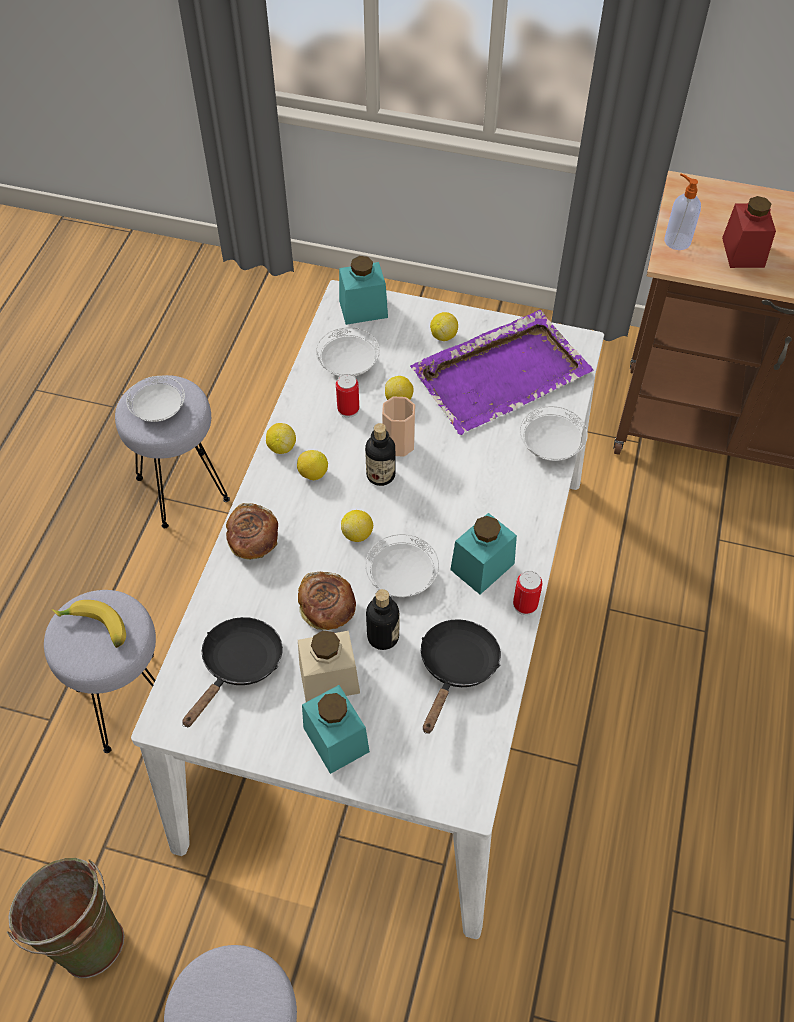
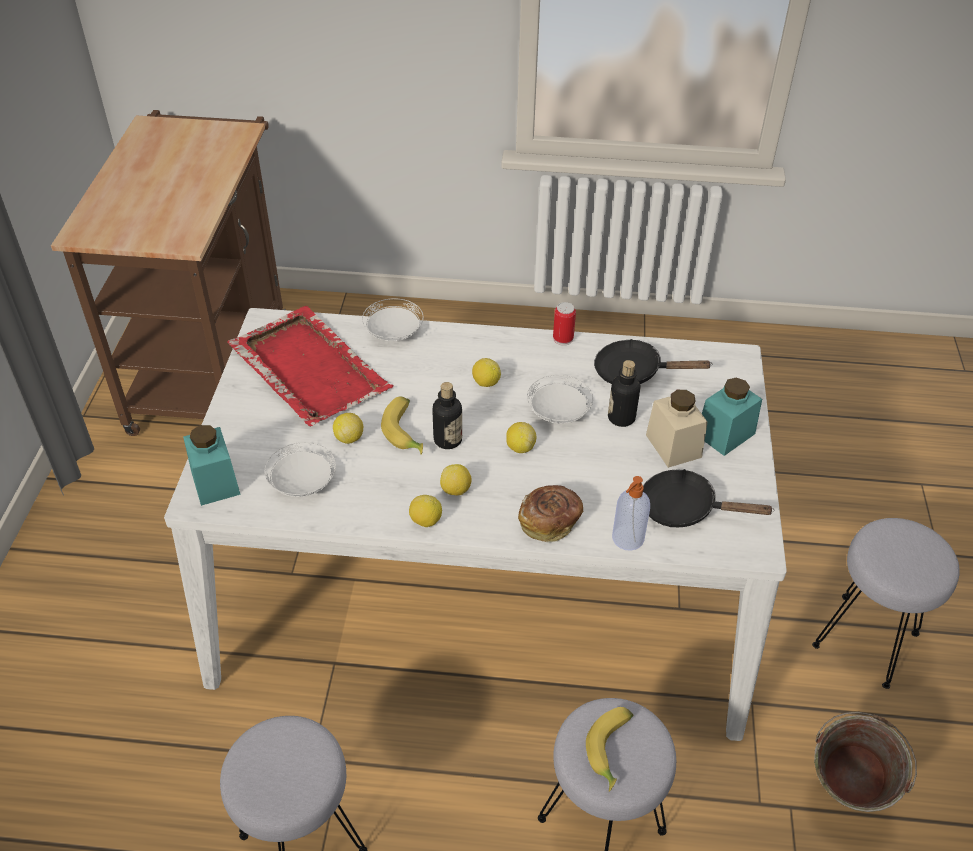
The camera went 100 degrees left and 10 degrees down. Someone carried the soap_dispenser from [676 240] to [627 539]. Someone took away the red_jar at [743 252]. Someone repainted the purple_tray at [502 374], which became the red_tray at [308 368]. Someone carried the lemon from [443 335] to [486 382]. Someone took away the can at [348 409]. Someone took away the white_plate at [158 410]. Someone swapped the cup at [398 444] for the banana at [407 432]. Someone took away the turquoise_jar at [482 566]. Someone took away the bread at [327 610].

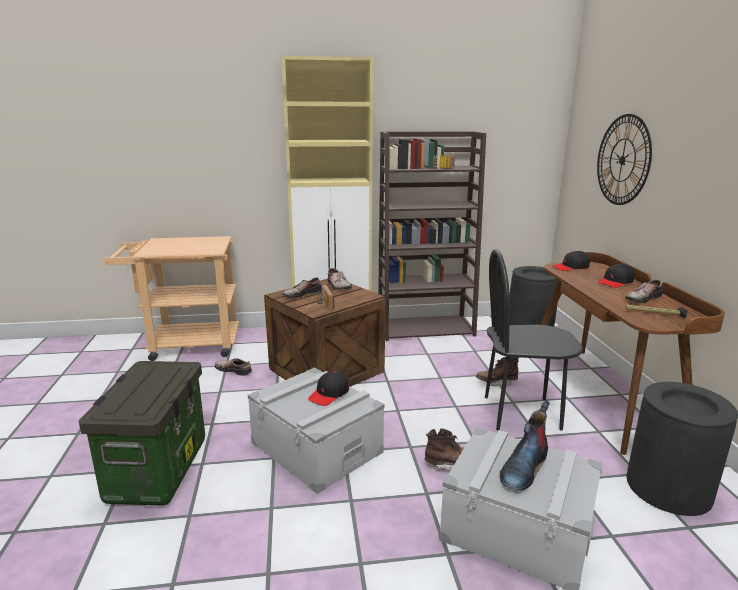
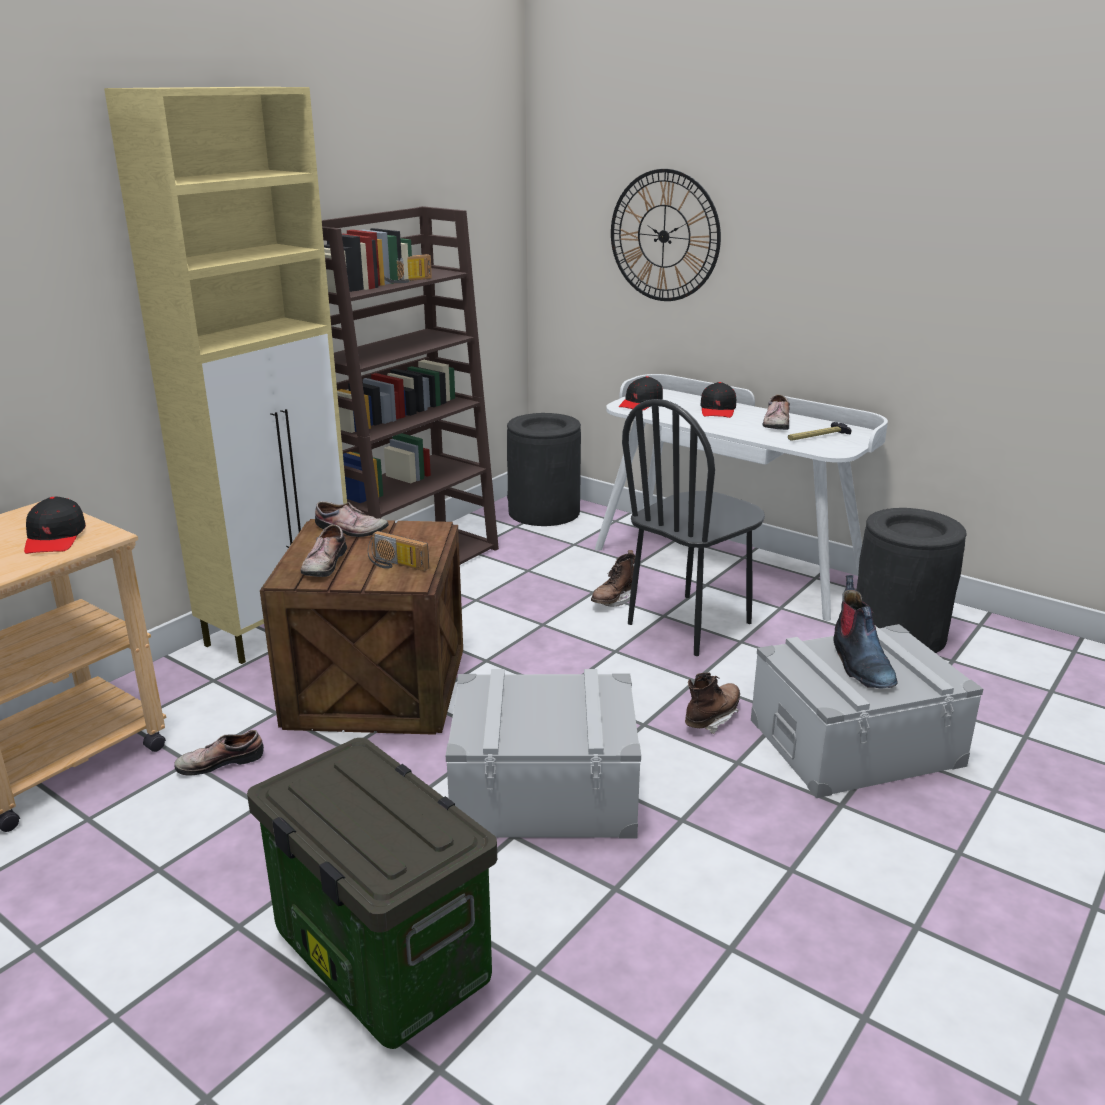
The camera went 45 degrees left and 5 degrees up. Someone repainted the brown_desk at [601 394], which became the white_desk at [727 565]. Someone carried the black_cap from [329 394] to [55 538].

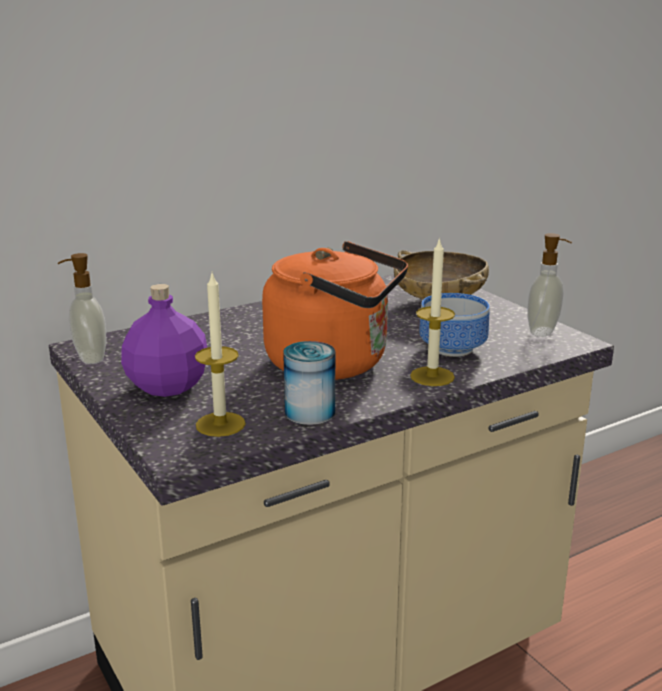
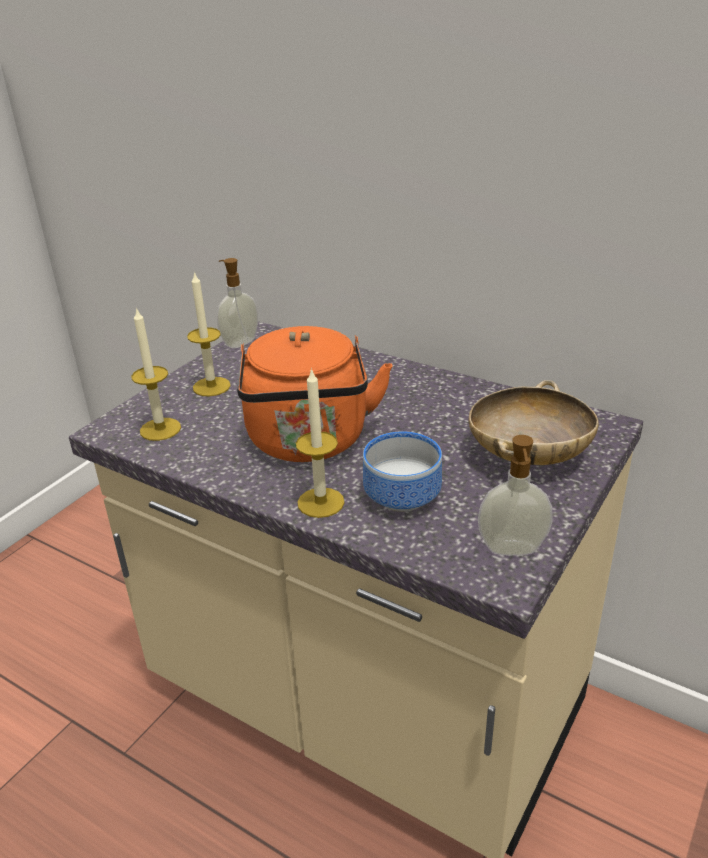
The camera went 65 degrees right and 10 degrees up. Someone swapped the purple_bottle at [166 386] for the candle at [211 386]. Someone took away the can at [310 412].

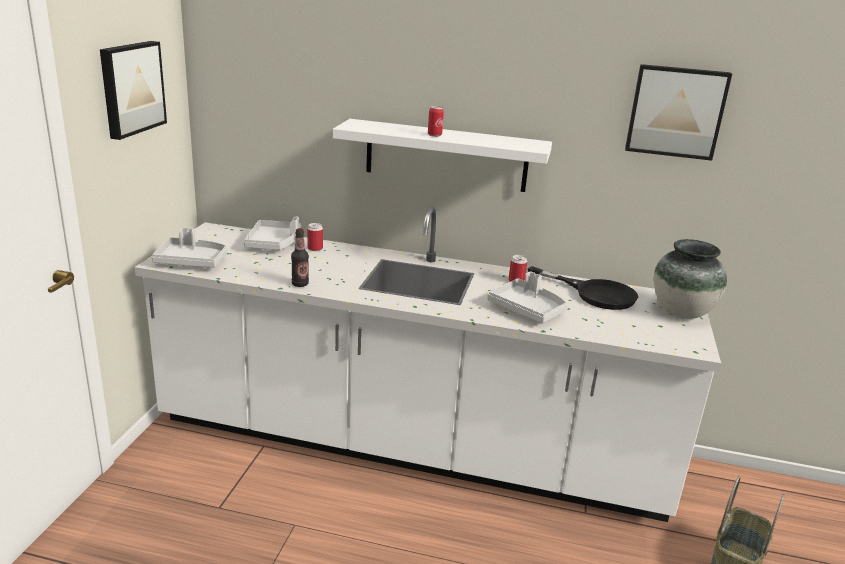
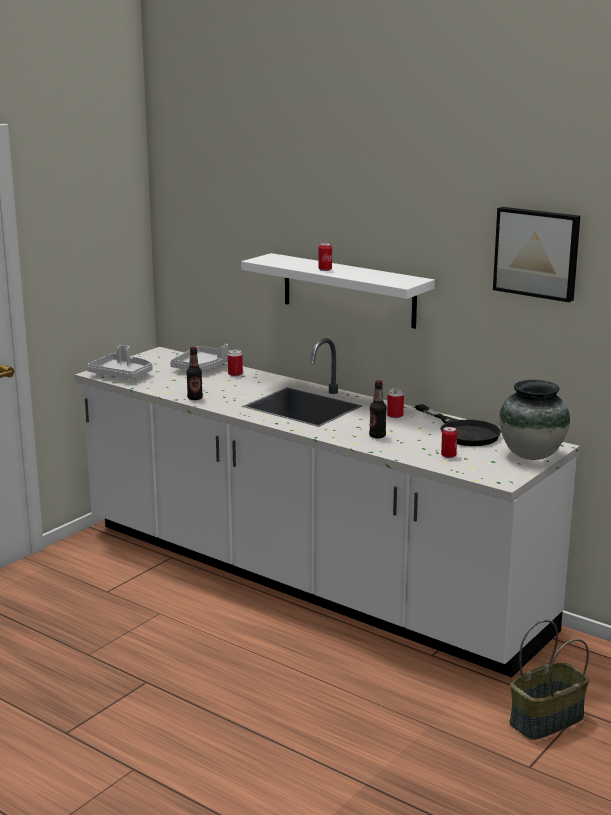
The camera went 25 degrees right and 5 degrees down. Someone took away the picture at [131 88]. Someone swapped the grey_tray at [527 309] for the bottle at [377 436]. Someone put down the can at [448 456].

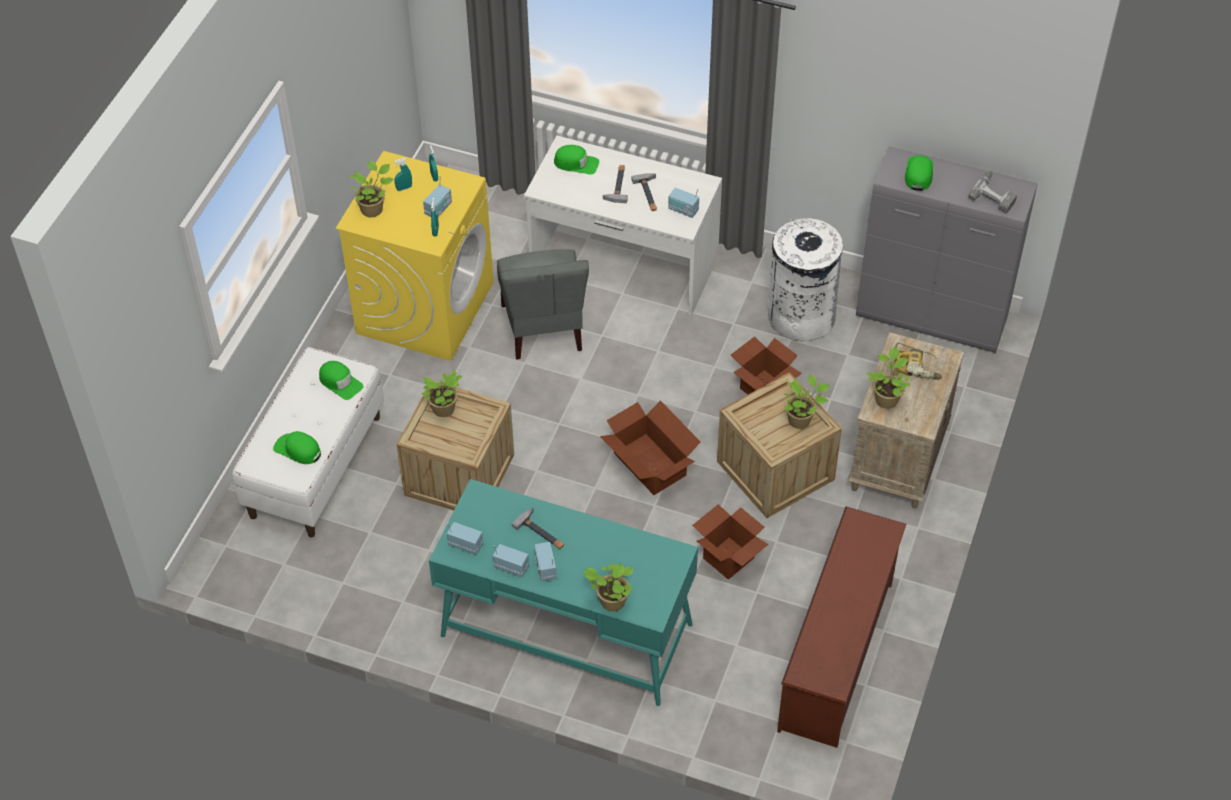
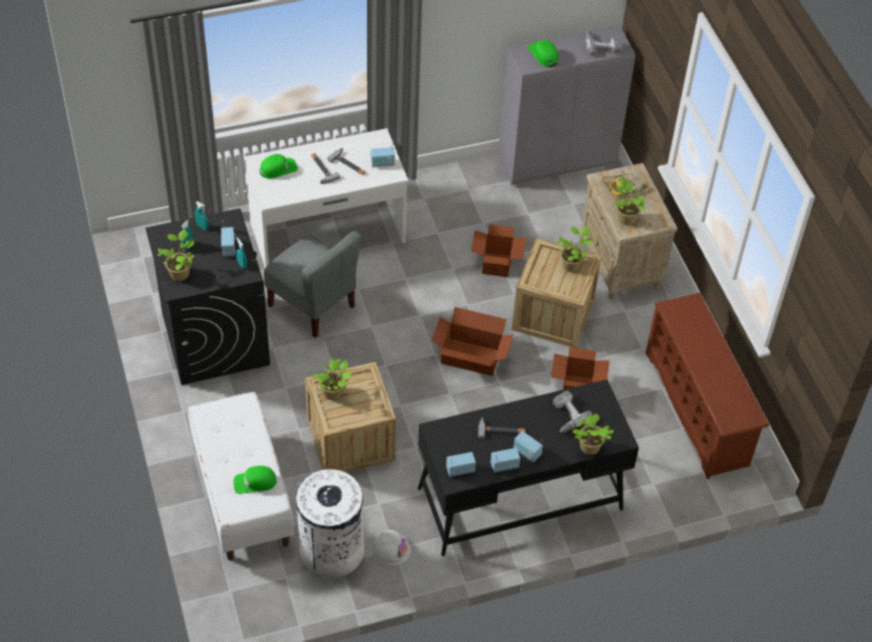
The camera went 40 degrees left and 0 degrees up. Someone repainted the yellow_washing_machine at [425 307], which became the black_washing_machine at [214 338]. Someone carried the white_trash_can from [800 316] to [331 551]. Someone took away the green_cap at [340 382]. Someone repainted the turquoise_desk at [566 629], which became the black_desk at [519 498]. Someone put down the power_drill at [566 415]. Someone put down the white_hard_hat at [391 549].

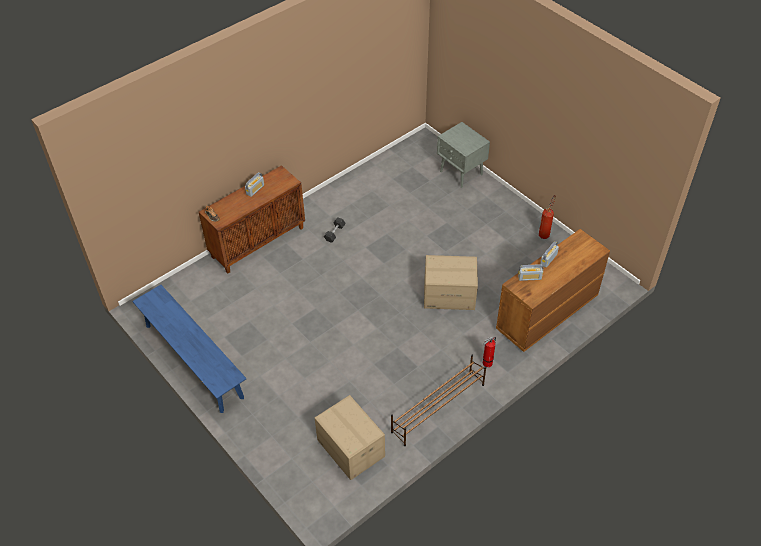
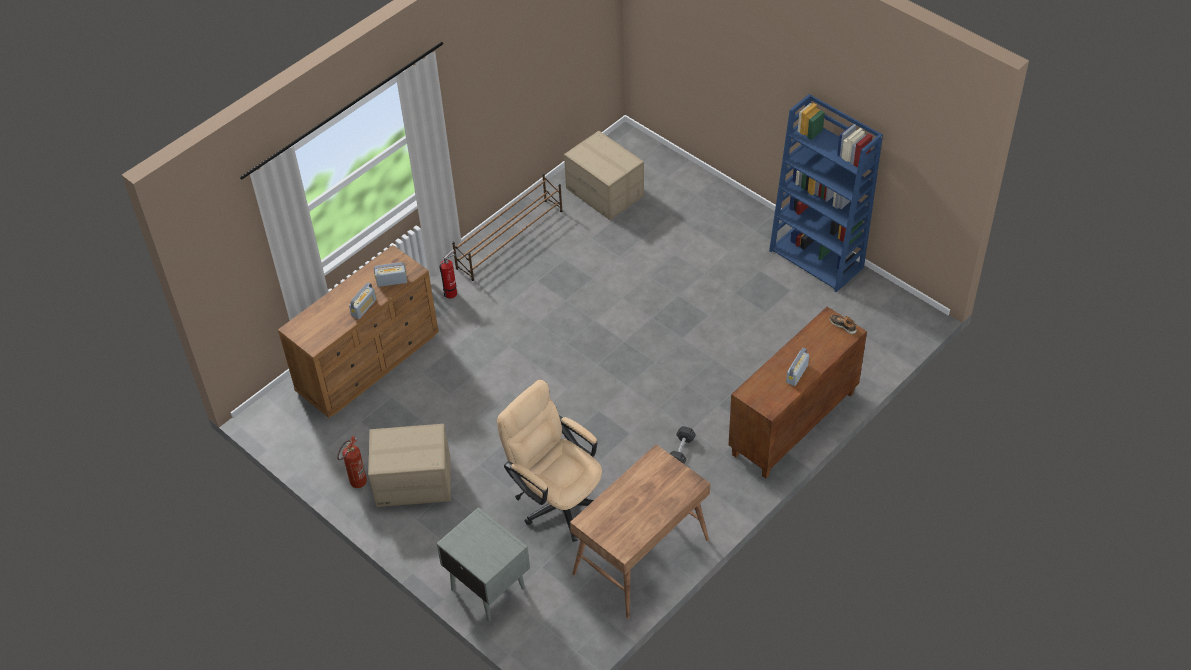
The camera went 175 degrees right and 0 degrees up. Someone carried the cardboard_box from [449 294] to [413 482]. Someone swapped the blue_bench at [193 361] for the blue_bookcase at [817 259]. Someone put down the beige_office_chair at [557 500]. Someone put down the brown_desk at [641 558].

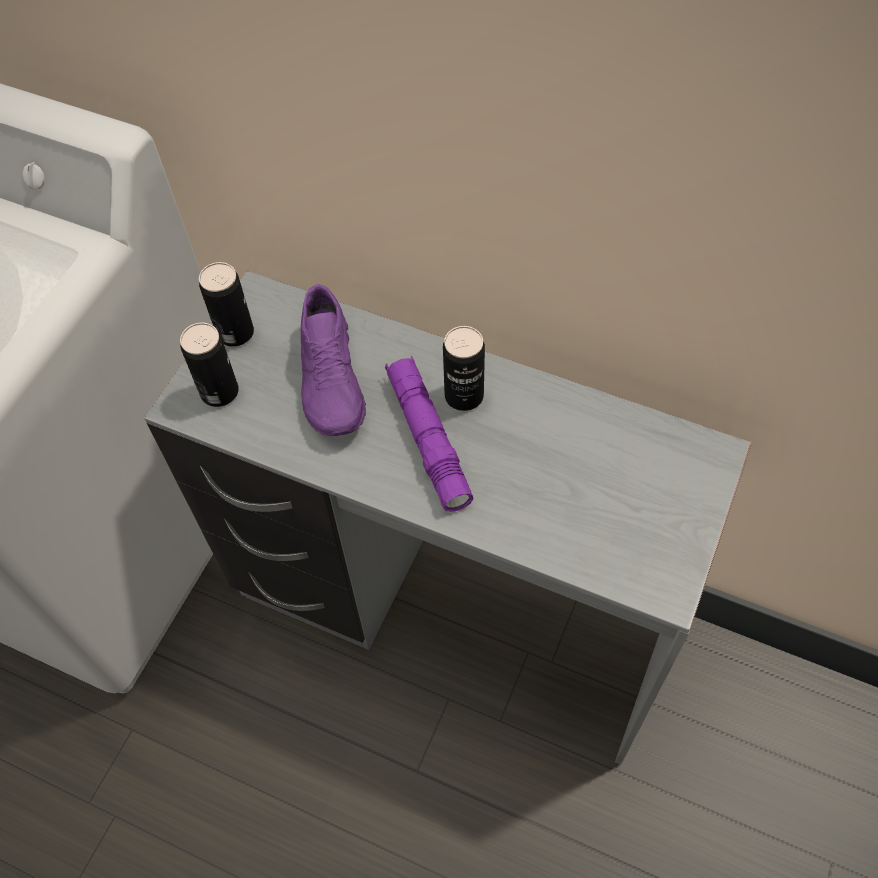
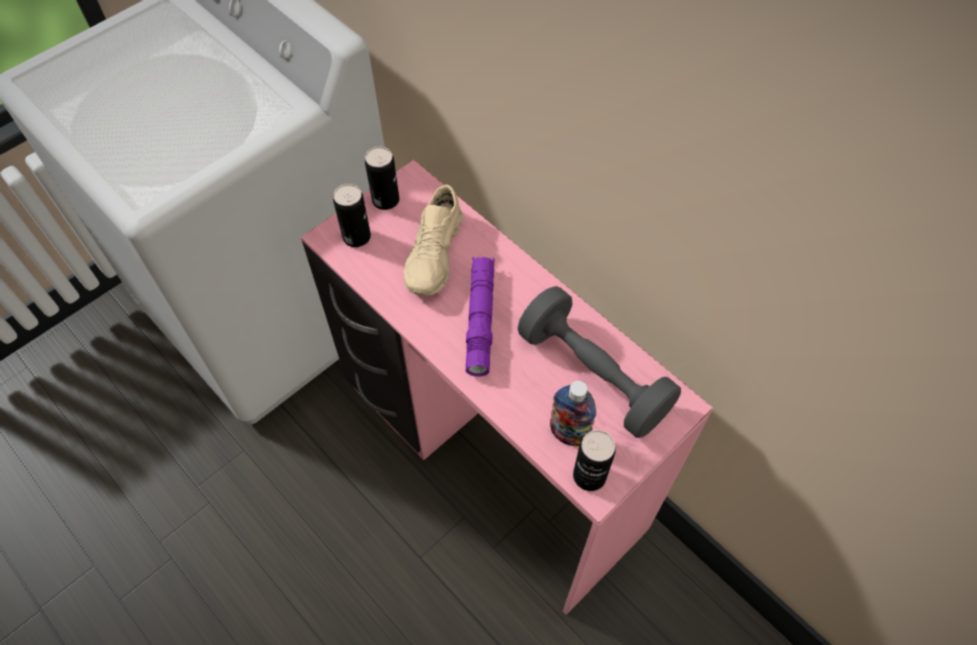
The camera went 20 degrees right and 0 degrees up. Someone repainted the grey_desk at [450 615], which became the pink_desk at [491 459]. Someone repainted the purple_shoe at [332 379], which became the beige_shoe at [435 255]. Someone carried the can from [464 395] to [589 475]. Someone put down the grey_dumbbell at [593 375]. Someone put down the bottle at [569 433].

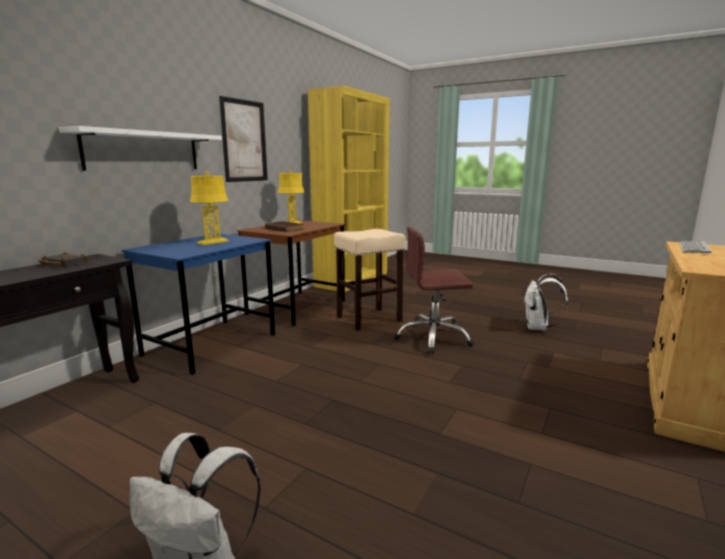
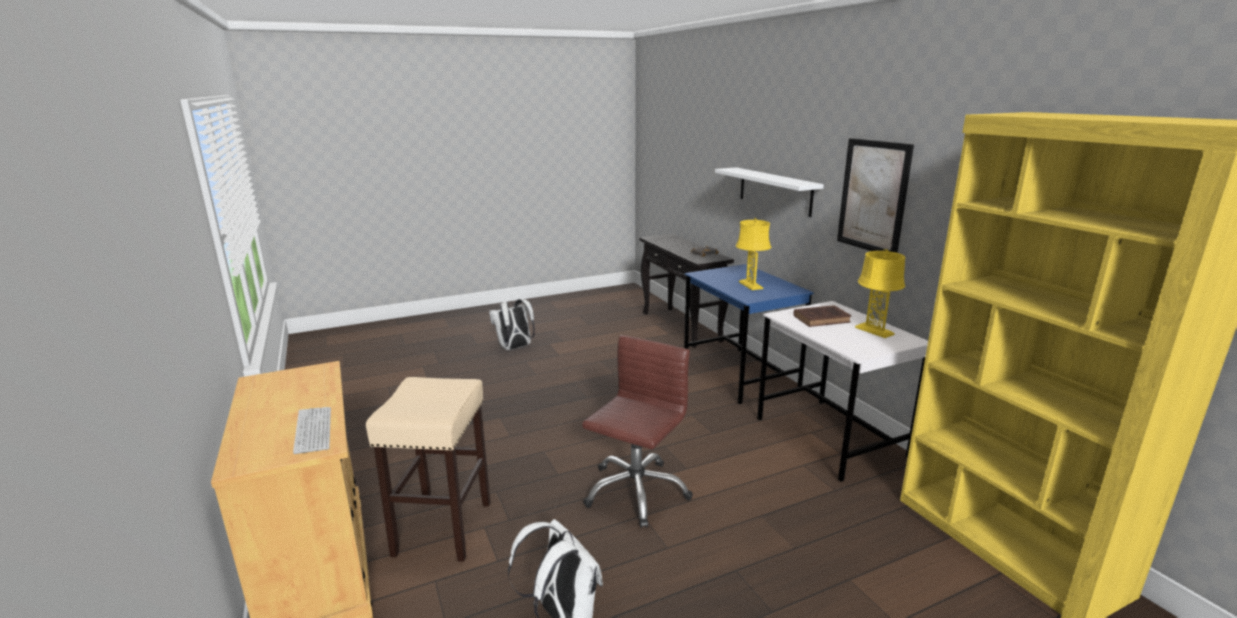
The camera went 125 degrees right and 5 degrees up. Someone repainted the brown_desk at [297 307], which became the white_desk at [830 438]. Someone carried the beige_stool from [368 319] to [443 527].

